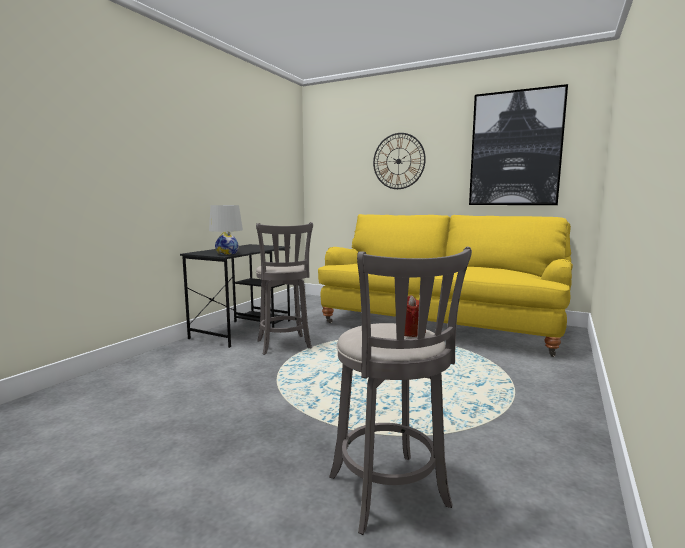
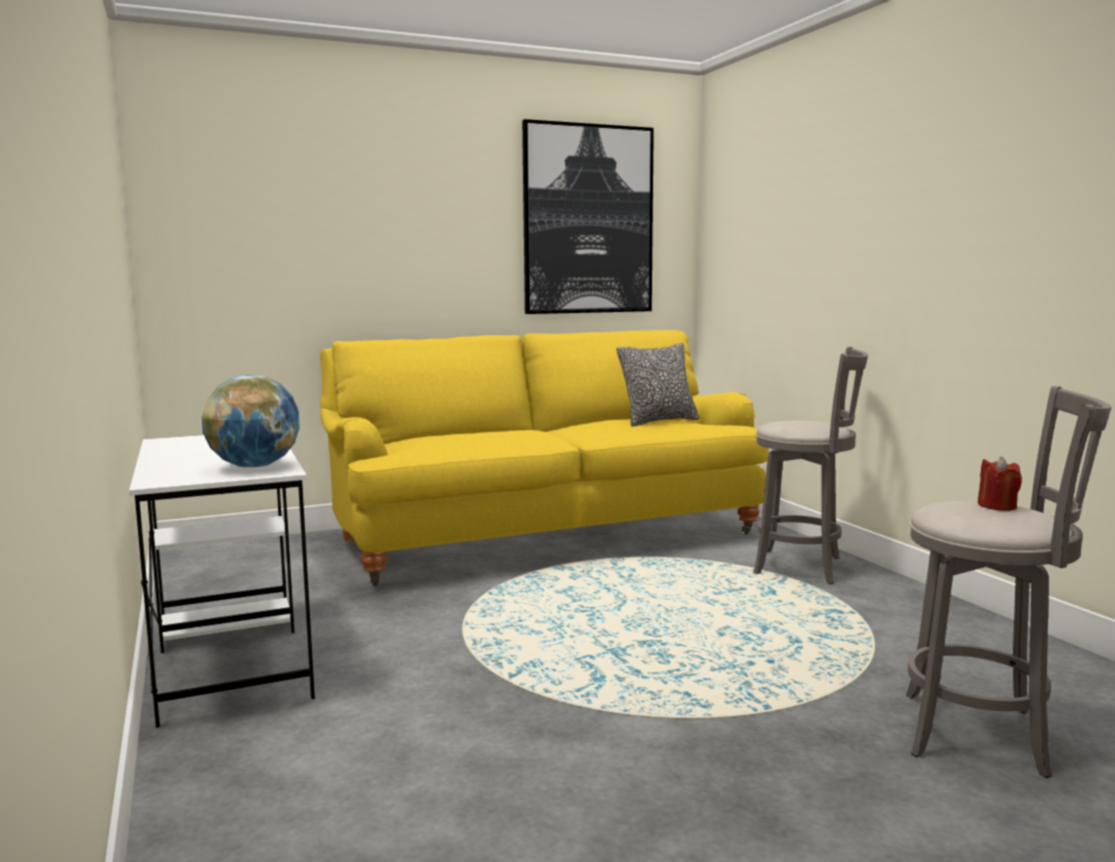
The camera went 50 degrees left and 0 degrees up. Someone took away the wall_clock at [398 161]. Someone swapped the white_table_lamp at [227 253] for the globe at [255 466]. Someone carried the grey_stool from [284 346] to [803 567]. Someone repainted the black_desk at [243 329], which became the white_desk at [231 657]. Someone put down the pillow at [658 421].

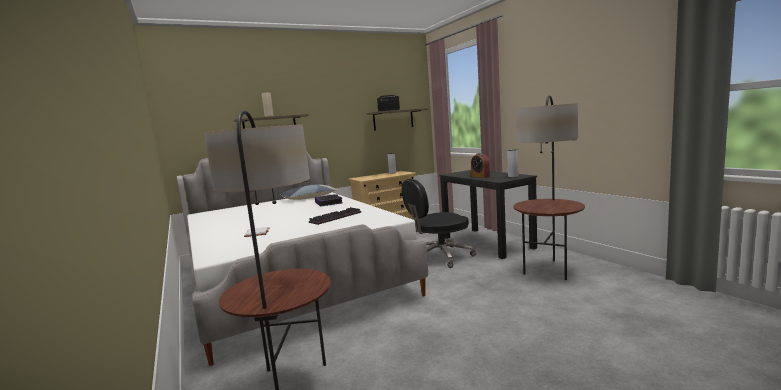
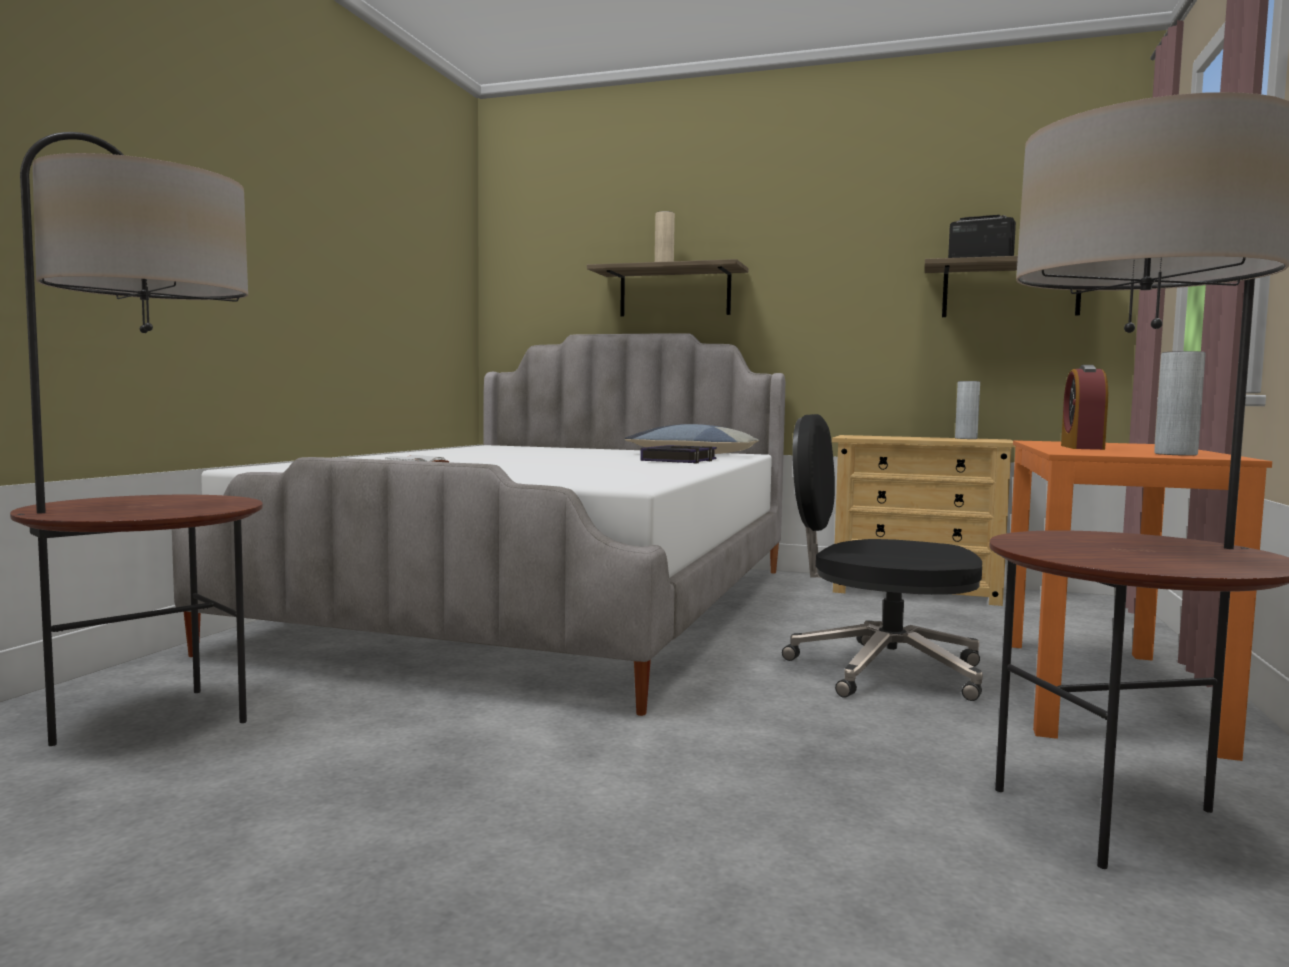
The camera went 45 degrees right and 5 degrees down. Someone repainted the black_desk at [487 242], which became the orange_desk at [1100 691]. Someone took away the keyboard at [336 217].

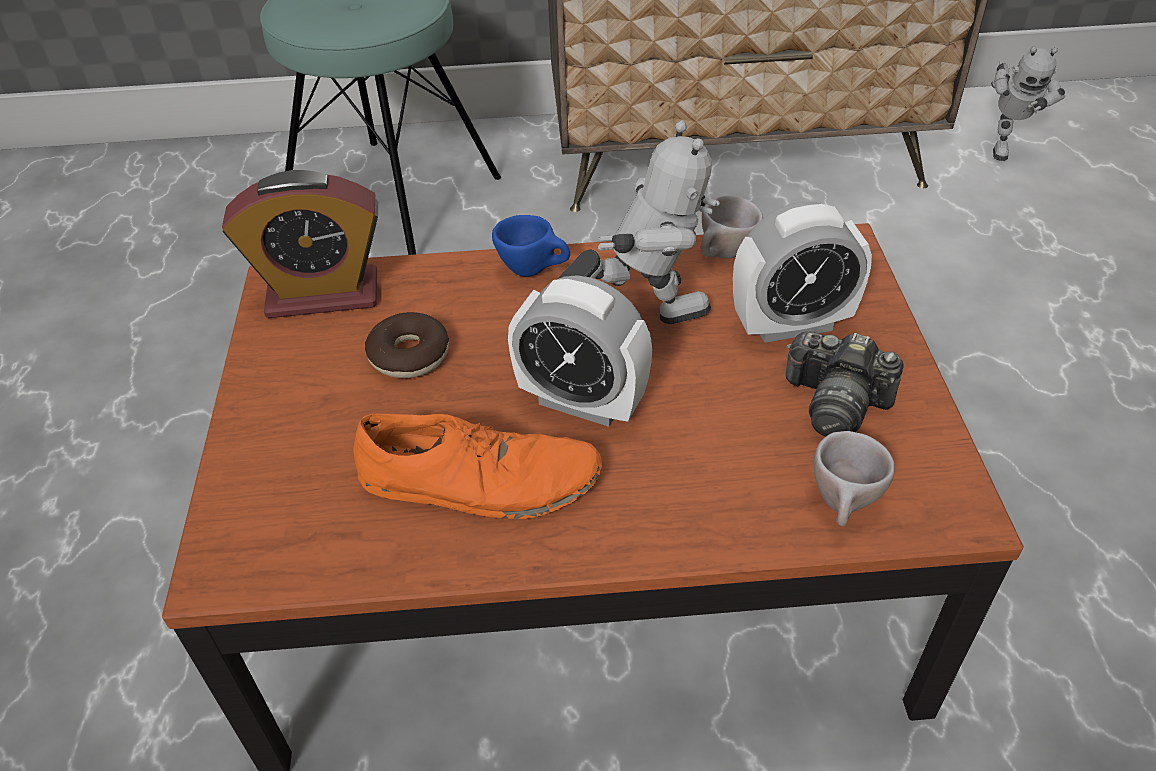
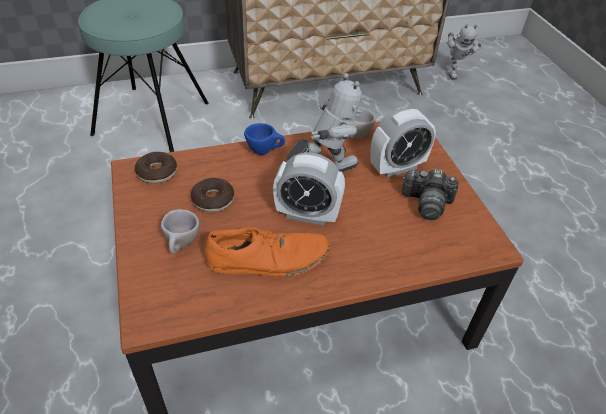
The camera went 15 degrees left and 0 degrees up. Someone swapped the alarm_clock at [323 295] for the donut at [157 173]. Someone carried the beige_cup from [844 508] to [182 246].

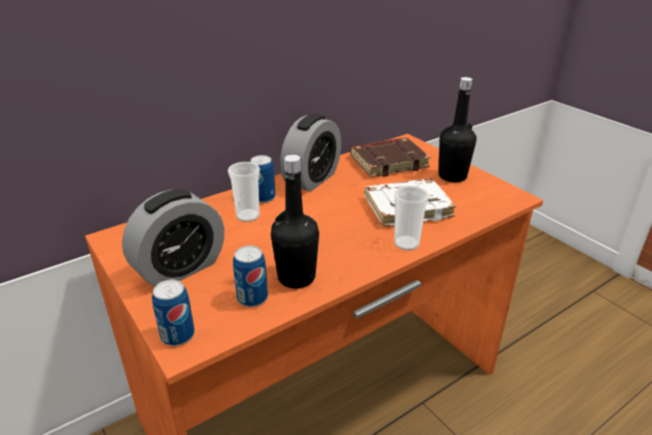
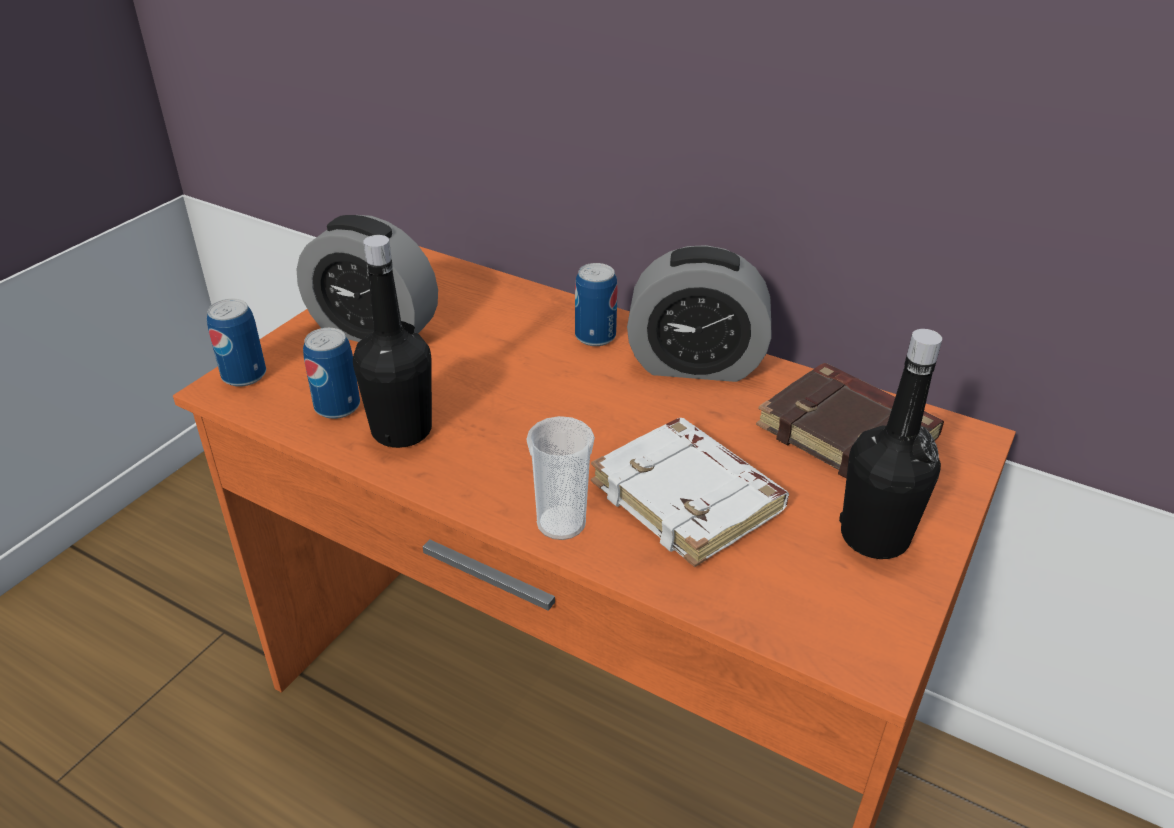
The camera went 65 degrees right and 5 degrees up. Someone took away the cup at [248 216].

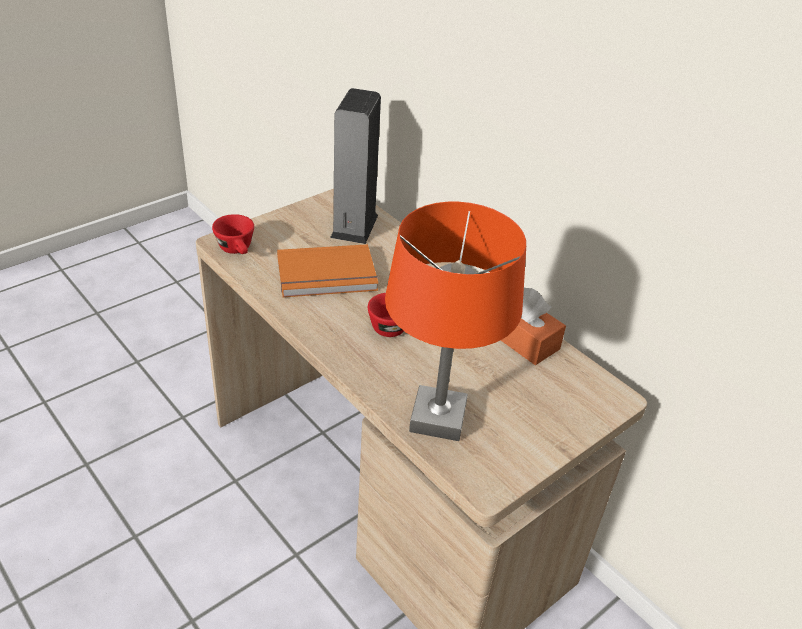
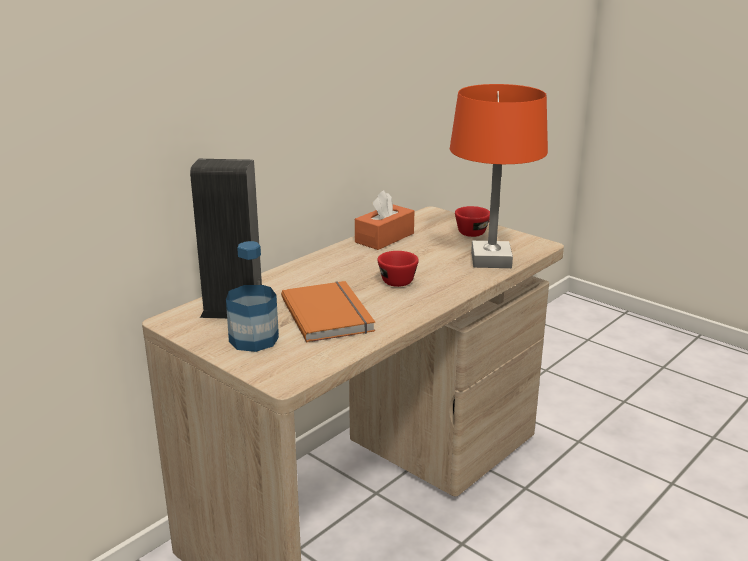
The camera went 95 degrees left and 15 degrees down. Someone carried the red_cup from [237 250] to [475 232]. Someone put down the bottle at [254 339].

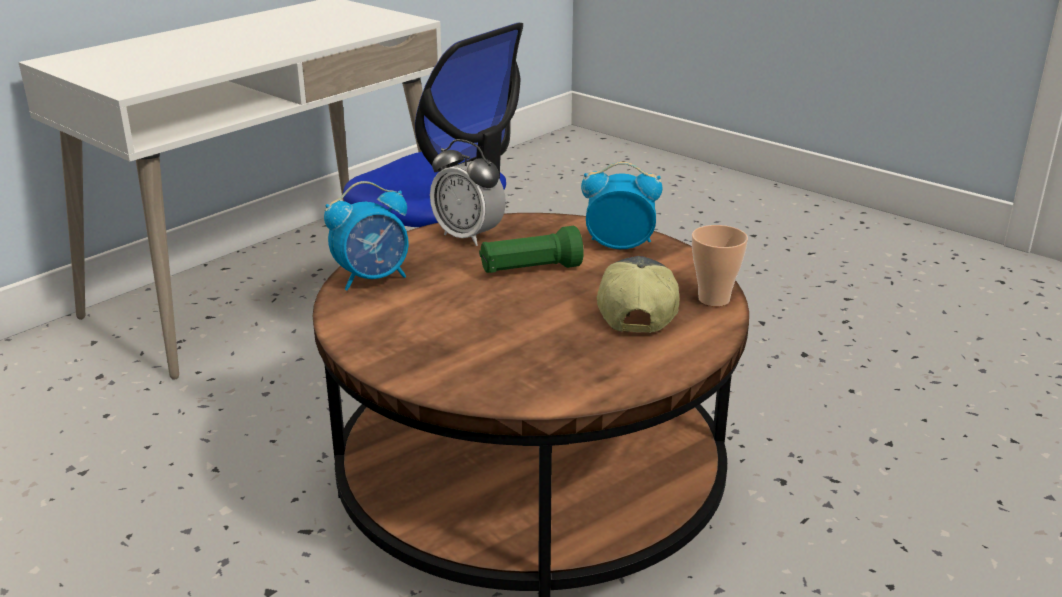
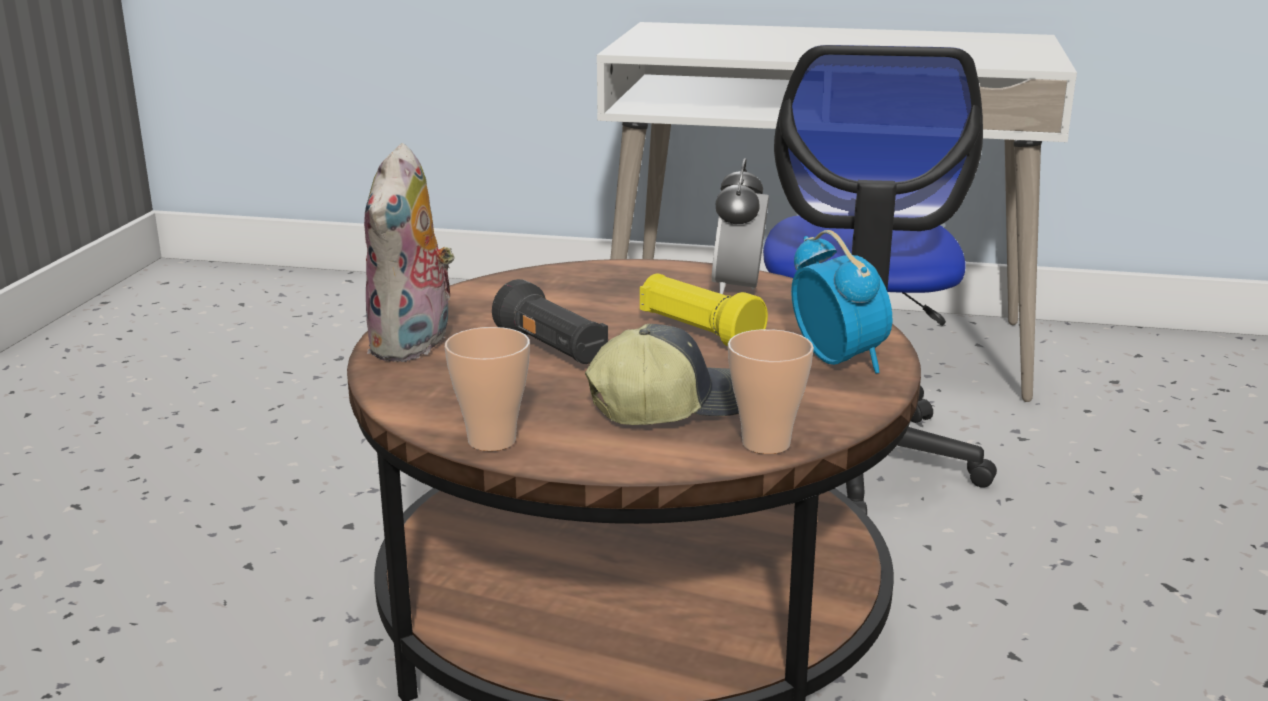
The camera went 60 degrees right and 5 degrees down. Someone took away the alarm_clock at [373 278]. Someone repainted the green_flashlight at [530 270], which became the yellow_flashlight at [698 333]. Someone put down the plush_toy at [414 345]. Someone put down the black_flashlight at [552 350]. Someone put down the cup at [492 440].

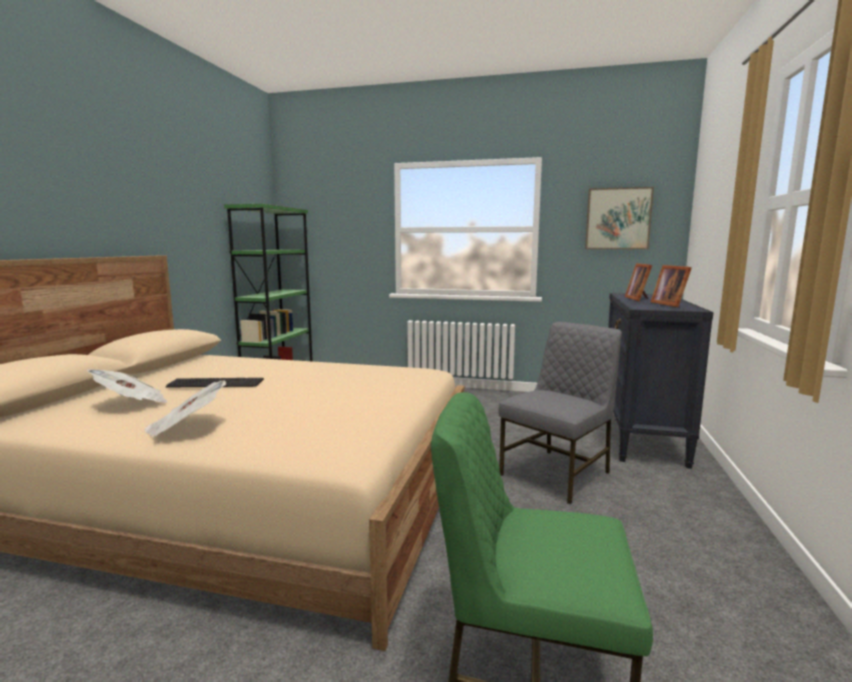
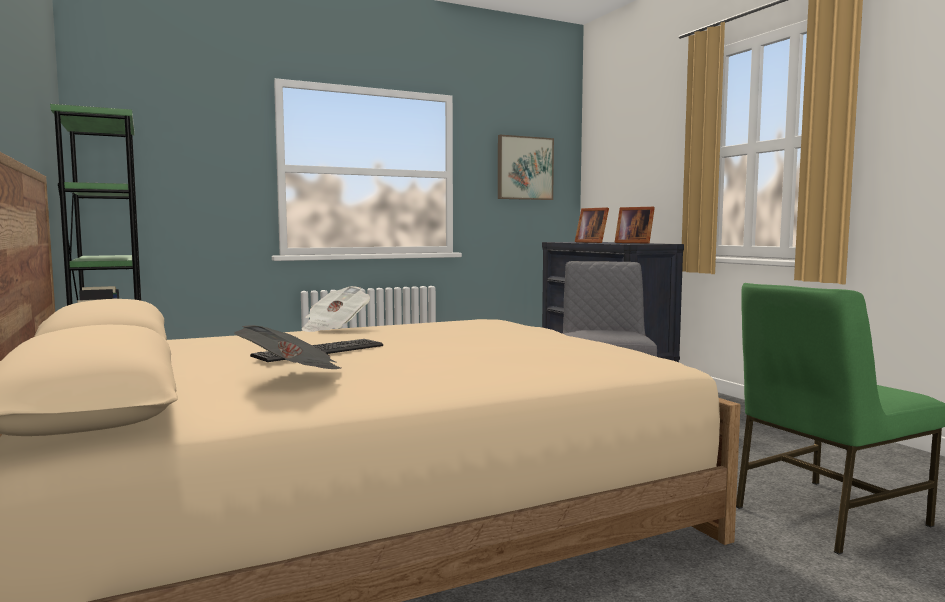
The camera went 40 degrees left and 5 degrees down. Someone carried the newspaper from [186 428] to [334 327].

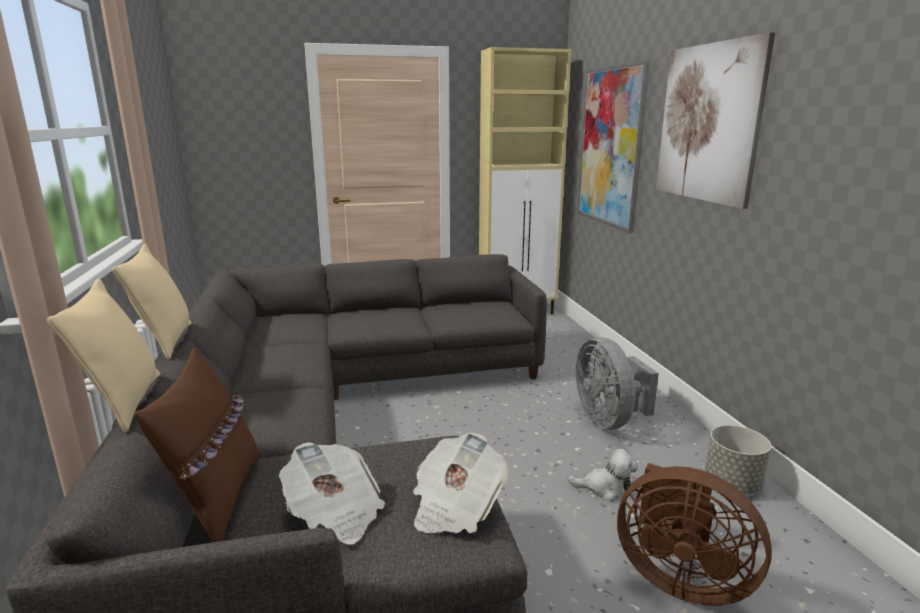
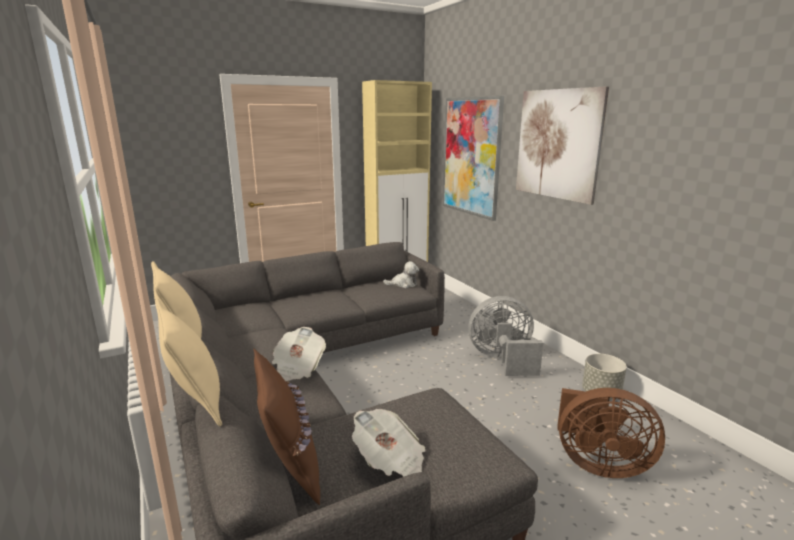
The camera went 15 degrees left and 0 degrees up. Someone rotated the grey_fan at [608 420] by 120 degrees clockwise. Someone carried the newspaper from [455 506] to [297 368]. Someone carried the plush_toy from [605 488] to [403 284].

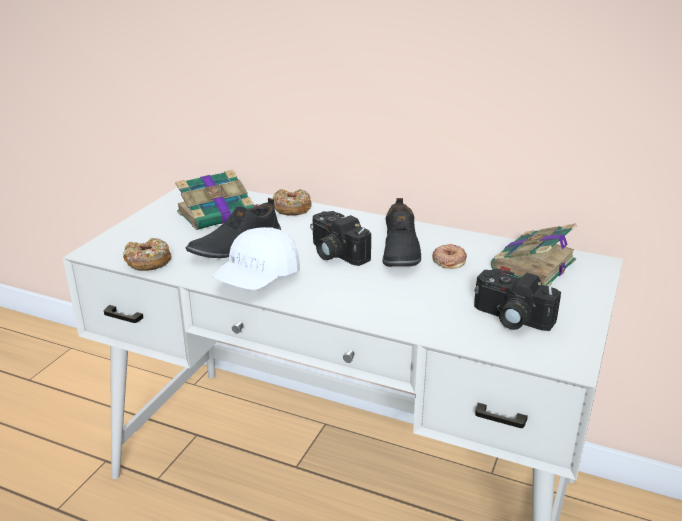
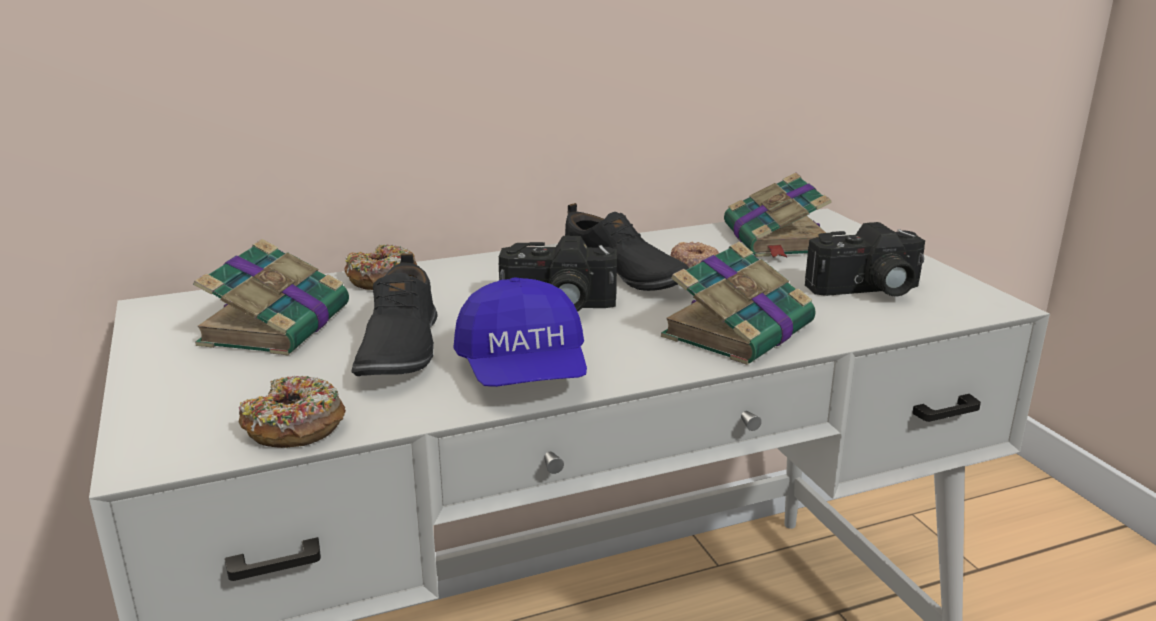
The camera went 45 degrees left and 5 degrees down. Someone repainted the white_cap at [257 278], which became the blue_cap at [524 372]. Someone put down the book at [740 329].

